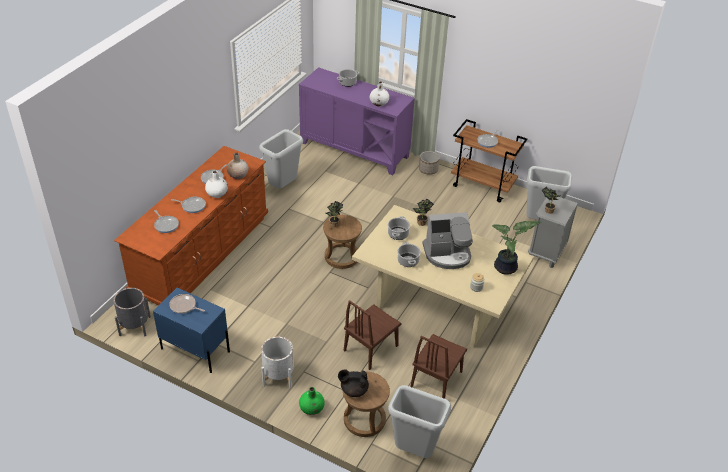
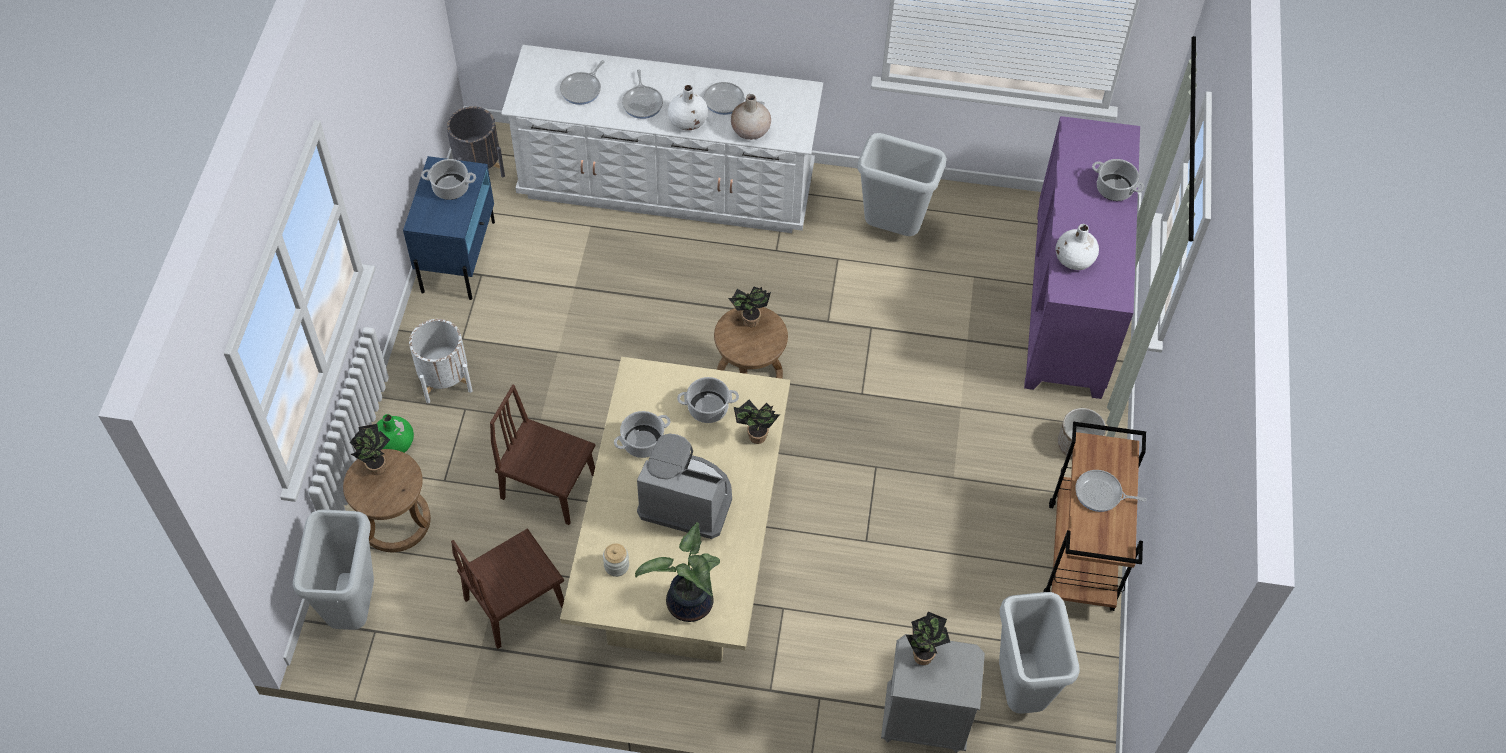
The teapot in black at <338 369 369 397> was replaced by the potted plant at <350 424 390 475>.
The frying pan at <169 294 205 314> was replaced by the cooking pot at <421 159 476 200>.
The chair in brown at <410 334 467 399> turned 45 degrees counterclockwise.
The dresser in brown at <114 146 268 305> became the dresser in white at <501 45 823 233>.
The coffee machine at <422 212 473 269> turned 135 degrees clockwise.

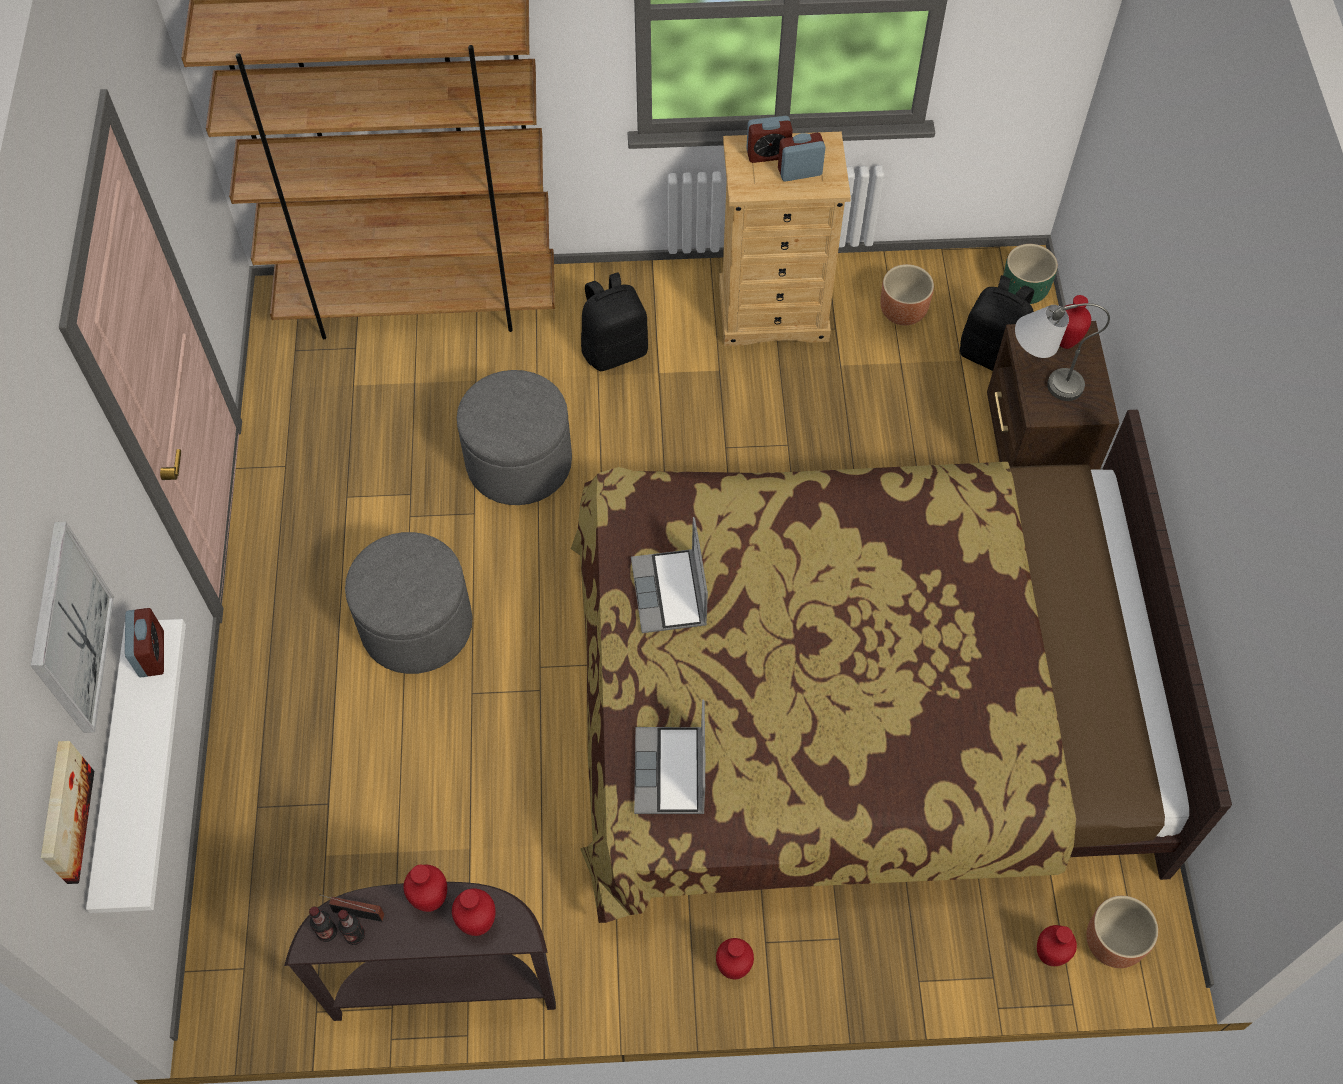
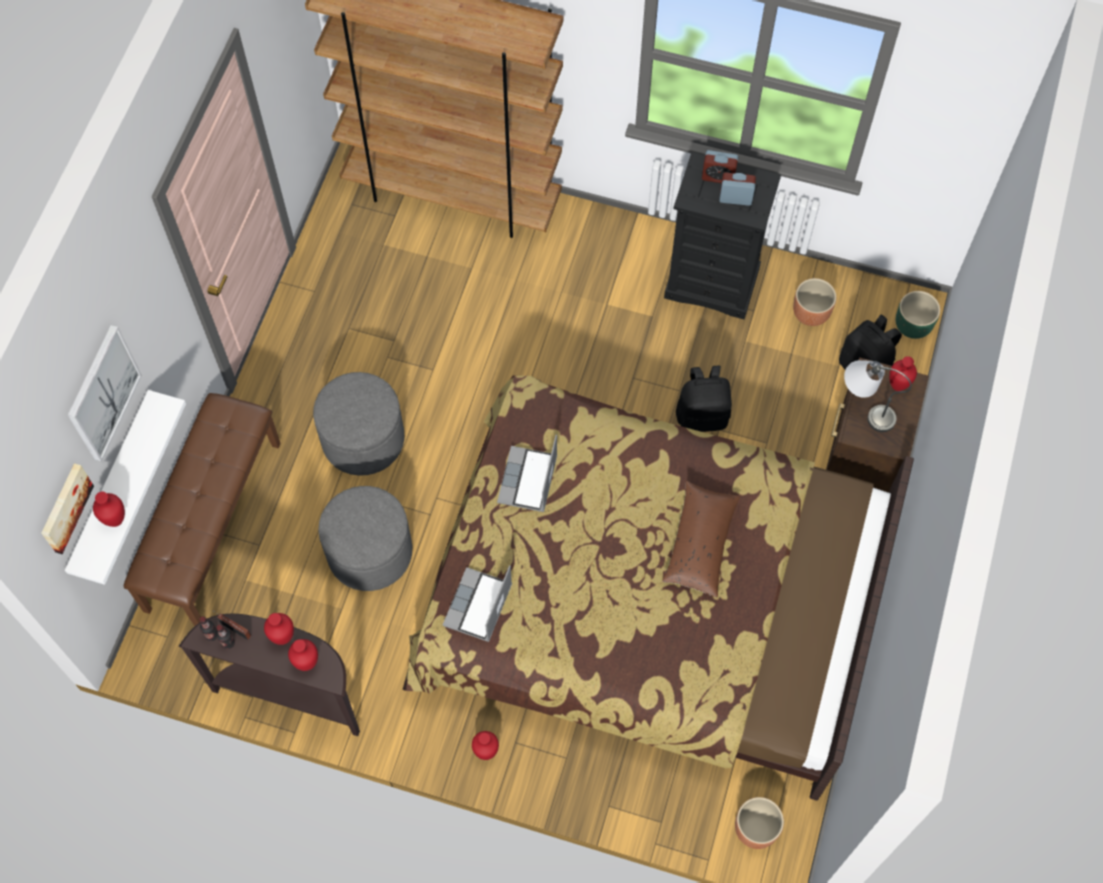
The vase in red moved from <1037 925 1077 966> to <93 492 125 527>.
The bench in brown at <124 393 281 626> appeared.
The ottoman in grey moved from <457 370 572 505> to <318 486 412 591>.
The pillow in brown at <662 480 740 597> appeared.
The dresser in beige at <719 132 851 346> became the dresser in black at <664 152 781 320>.
The backpack in black moved from <581 272 648 371> to <676 365 732 432>.
The alarm clock at <125 608 164 677> disappeared.

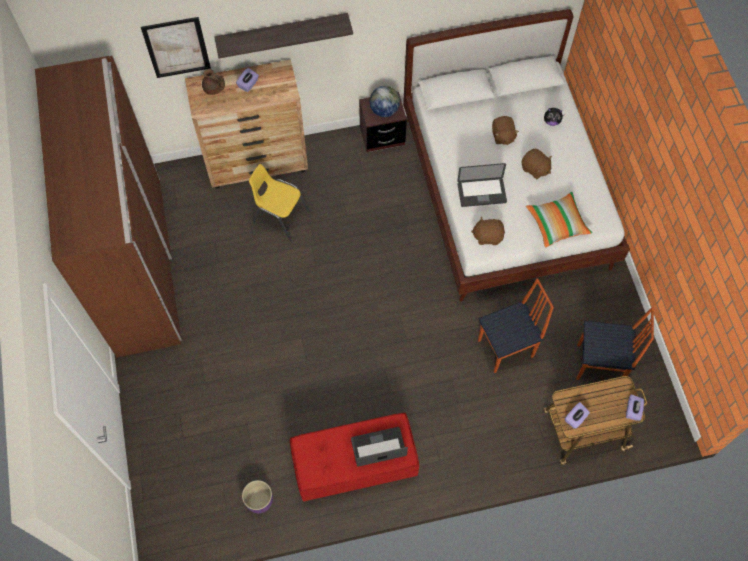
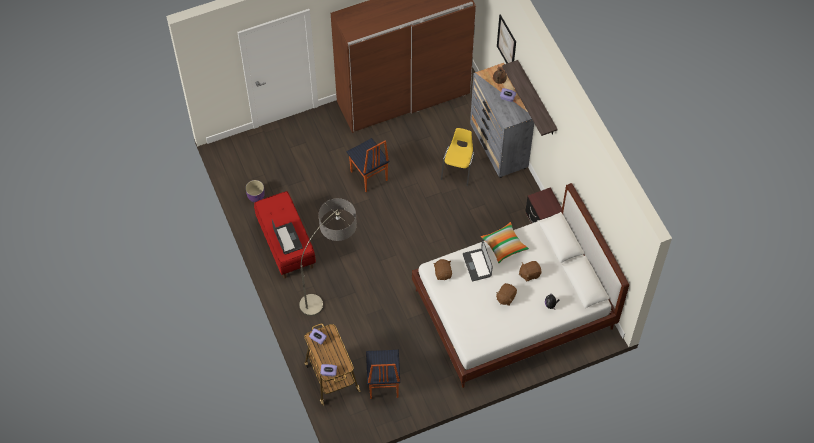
The floor lamp at <299 198 357 316> appeared.
The chair moved from <478 278 554 373> to <346 138 389 192>.
The dresser in brown at <185 59 308 189> became the dresser in grey at <470 63 534 178>.
The pillow moved from <526 192 592 248> to <481 222 529 263>.
The globe at <369 86 400 117> disappeared.

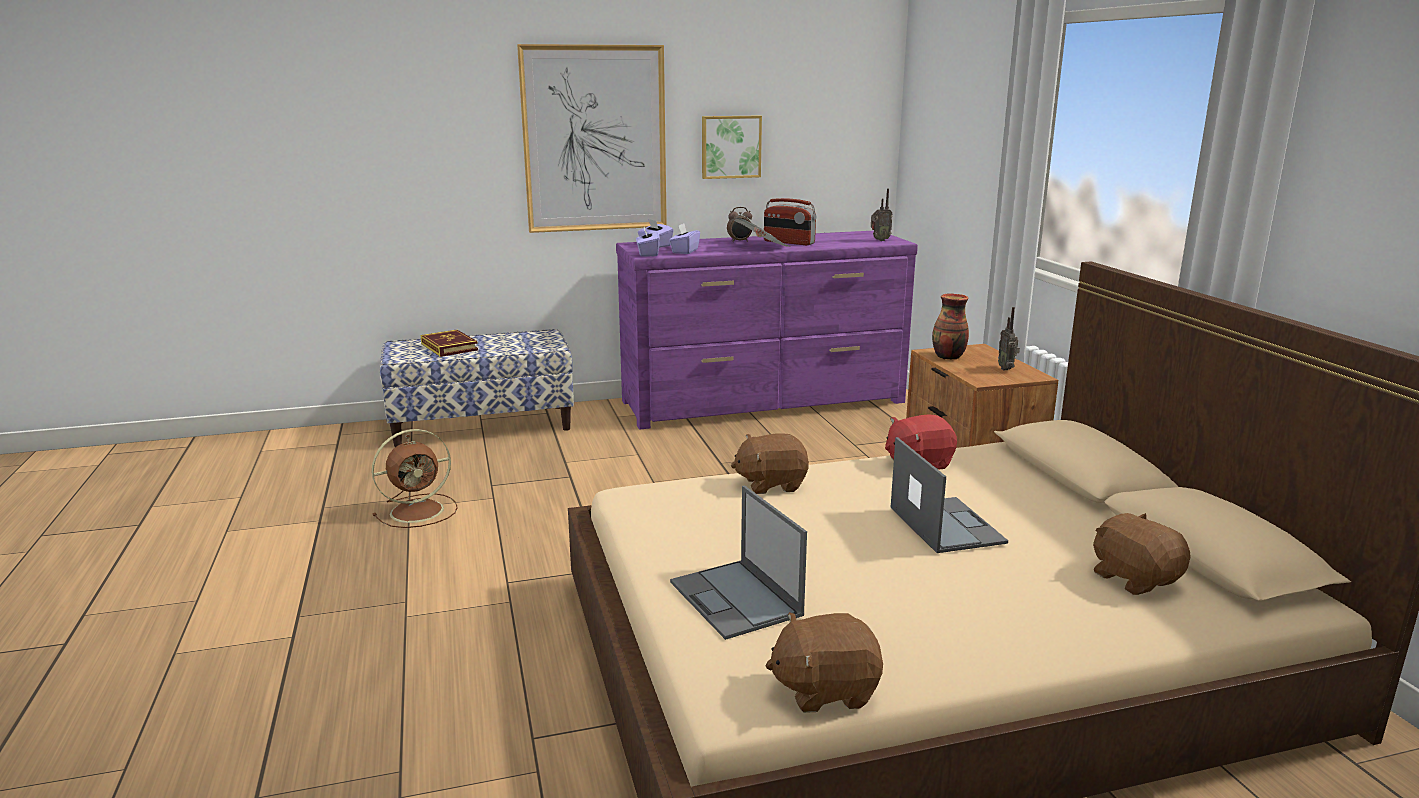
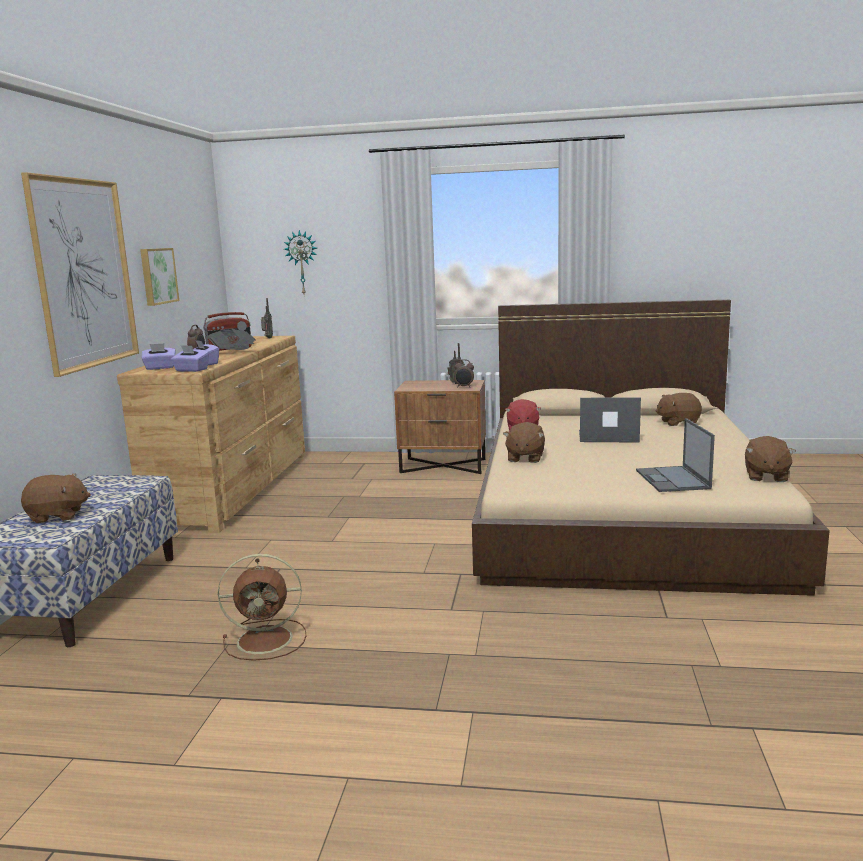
The book at <421 330 478 357> was replaced by the plush toy in brown at <21 474 91 523>.
The dresser in purple at <616 231 918 429> became the dresser in brown at <117 336 305 533>.
The fan in brown at <372 429 458 528> turned 90 degrees clockwise.
The wall clock at <284 230 317 294> appeared.
The alarm clock at <454 359 474 387> appeared.
The laptop at <670 485 807 640> turned 90 degrees clockwise.
The vase at <932 294 969 360> disappeared.

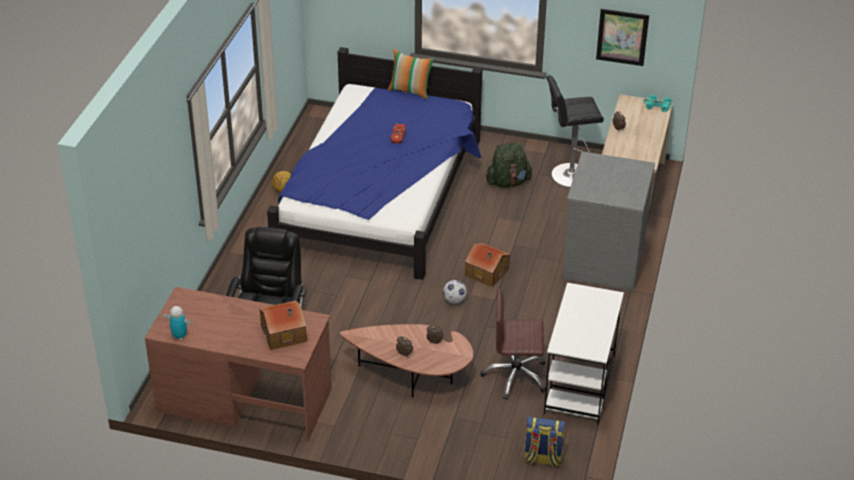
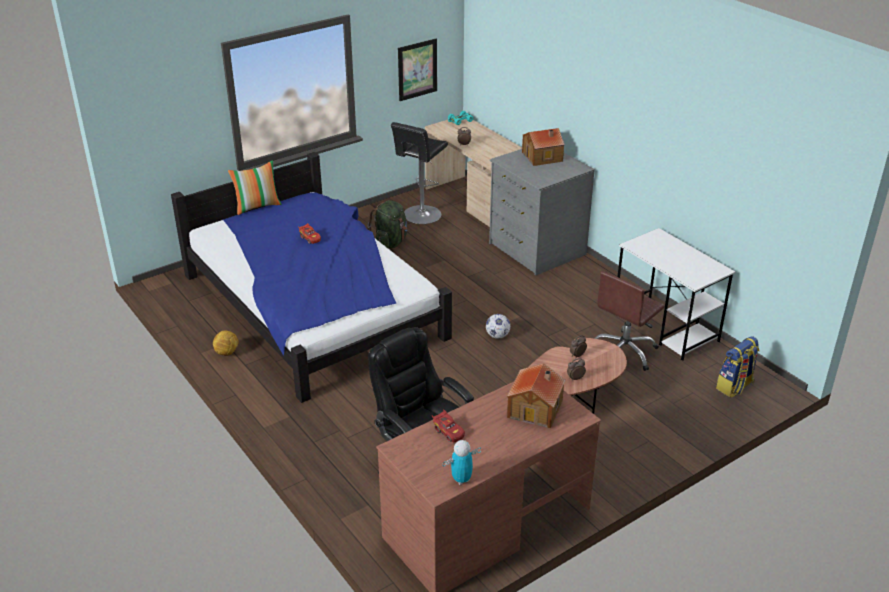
The toy car in red at <432 409 465 442> appeared.
The toy house moved from <465 243 510 287> to <522 128 565 166>.

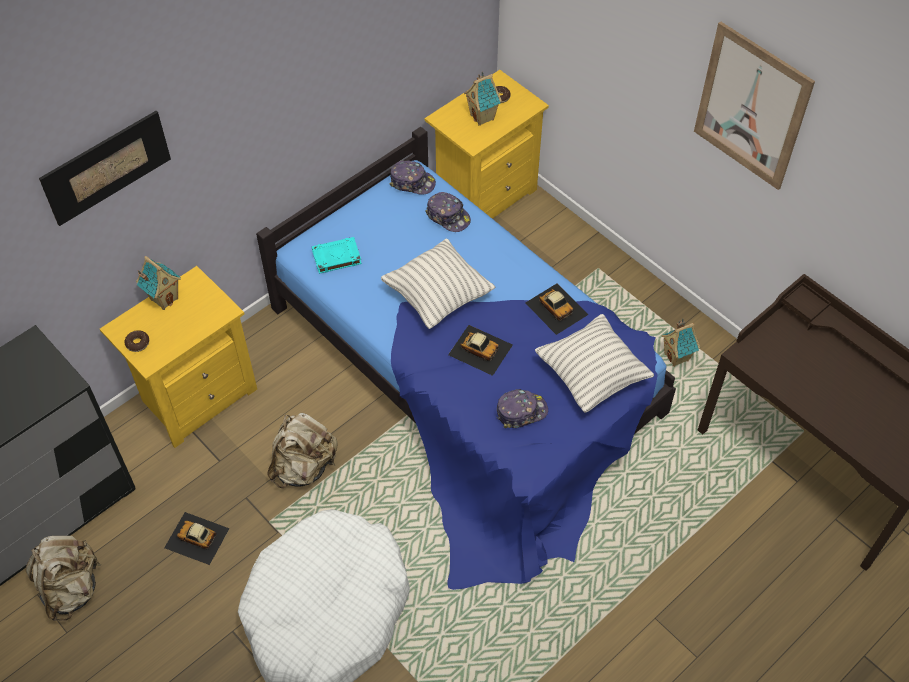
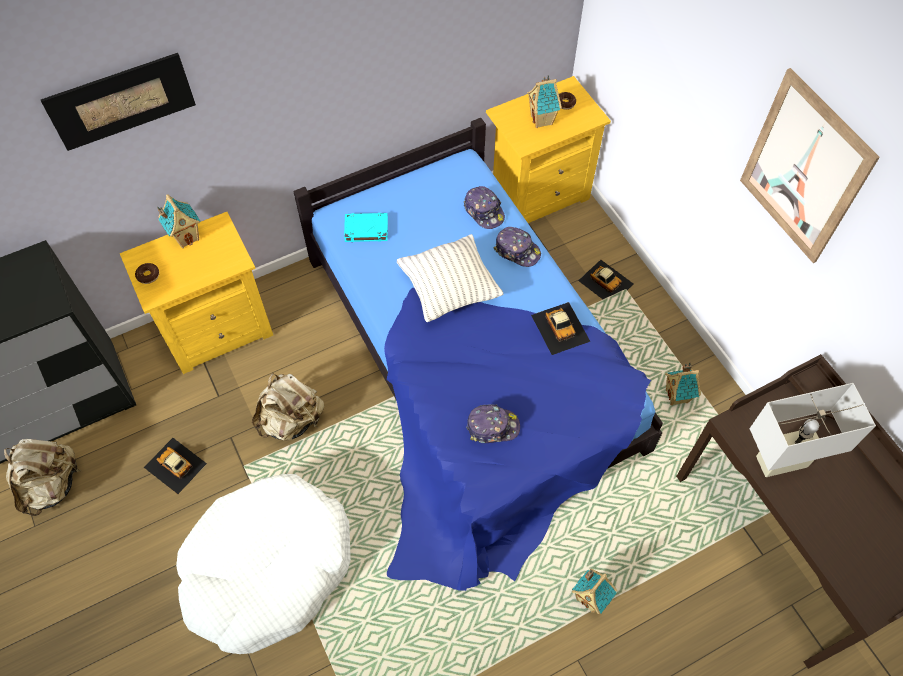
The cap moved from <390 160 436 195> to <494 227 541 267>.
The toy house at <572 568 617 614> appeared.
The toy car moved from <448 325 513 376> to <578 260 633 299>.
The table lamp in white at <749 383 876 477> appeared.
The pillow at <535 314 654 413> disappeared.

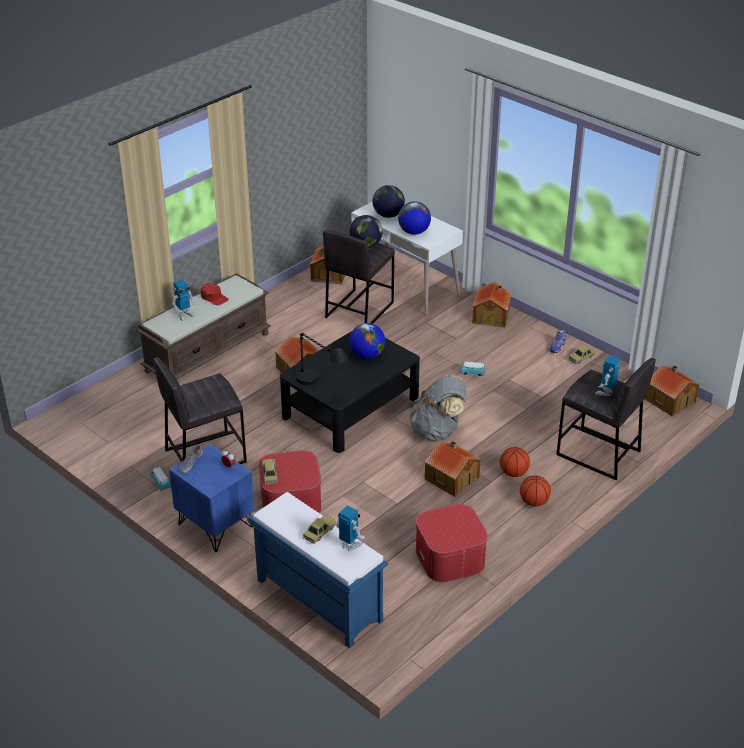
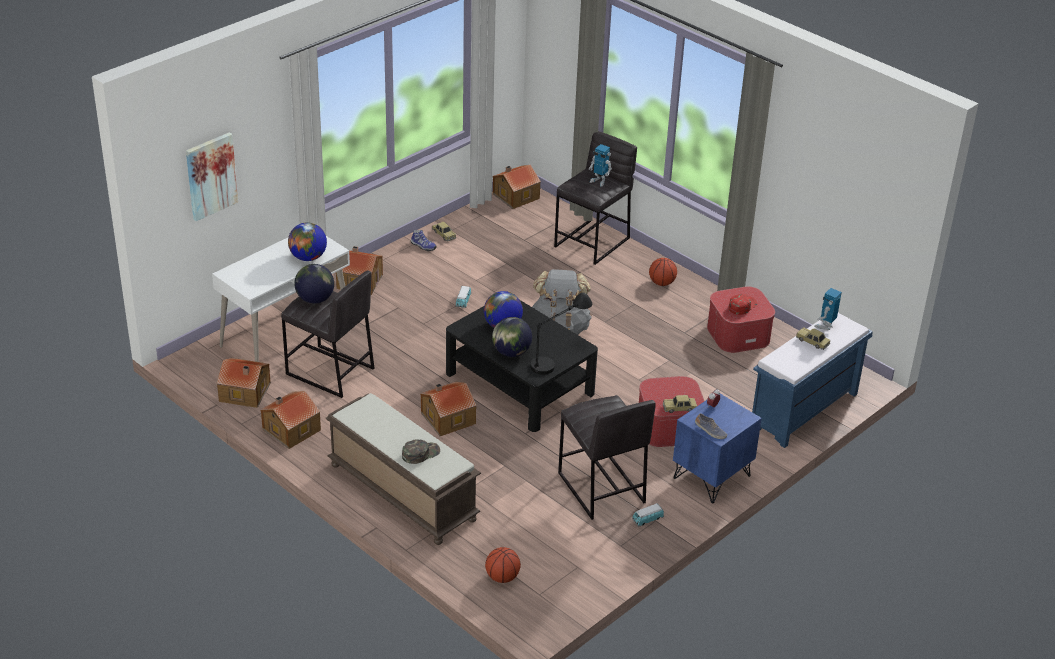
The picture at <186 132 238 221> appeared.
The toy house moved from <425 441 481 497> to <260 391 321 449>.
The toy robot at <172 279 195 321> was replaced by the cap in green at <402 439 440 464>.
The basketball moved from <500 447 530 477> to <485 547 521 583>.
The globe moved from <372 185 405 218> to <492 317 532 357>.
The cap in red moved from <201 283 229 305> to <729 294 757 315>.

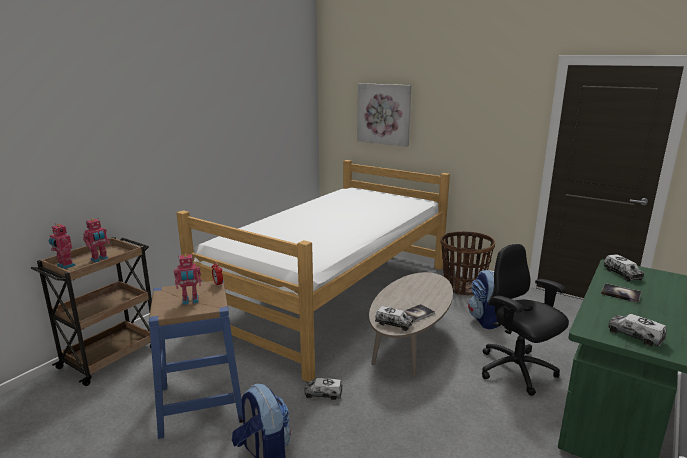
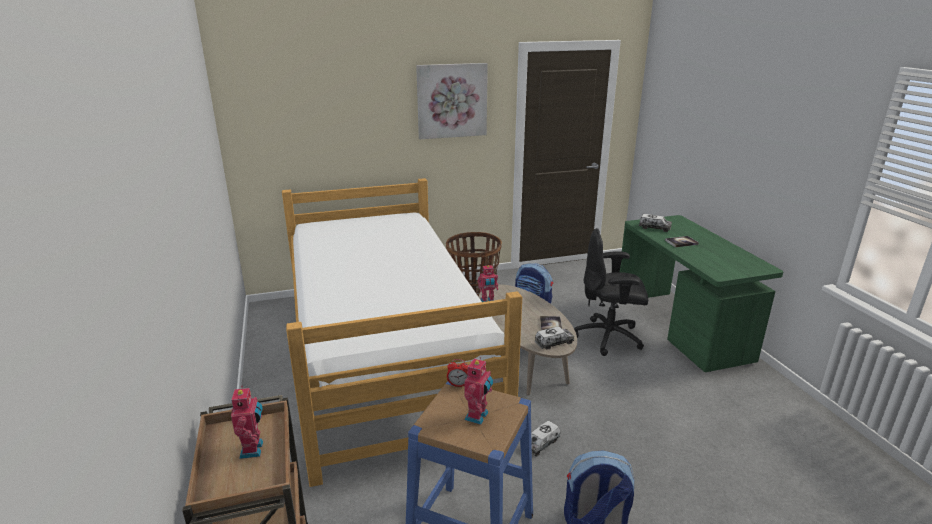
The picture moved from <357 83 411 147> to <416 63 488 139>.
The toy robot moved from <49 223 76 269> to <478 265 498 302>.
The toy truck at <608 314 667 347> disappeared.

